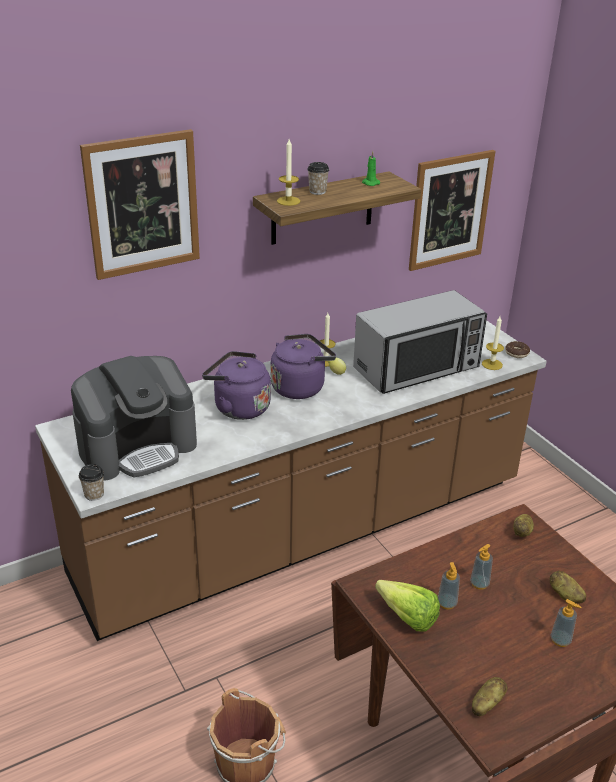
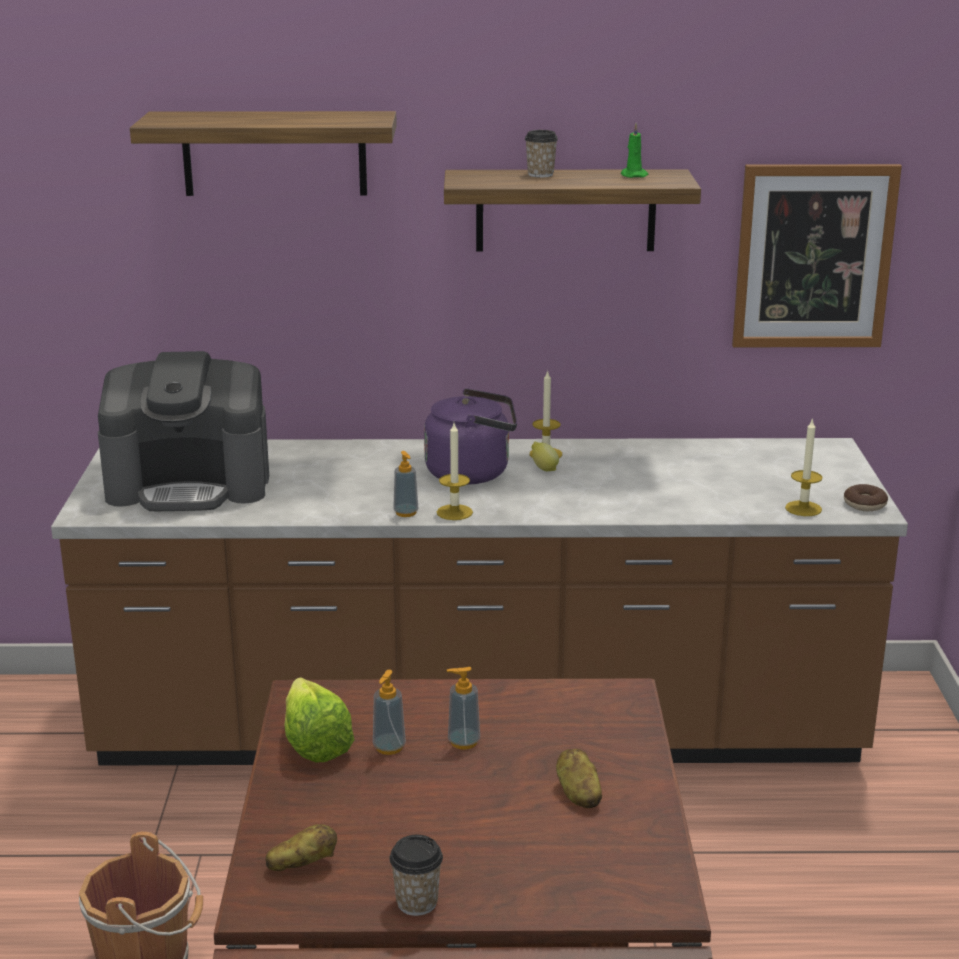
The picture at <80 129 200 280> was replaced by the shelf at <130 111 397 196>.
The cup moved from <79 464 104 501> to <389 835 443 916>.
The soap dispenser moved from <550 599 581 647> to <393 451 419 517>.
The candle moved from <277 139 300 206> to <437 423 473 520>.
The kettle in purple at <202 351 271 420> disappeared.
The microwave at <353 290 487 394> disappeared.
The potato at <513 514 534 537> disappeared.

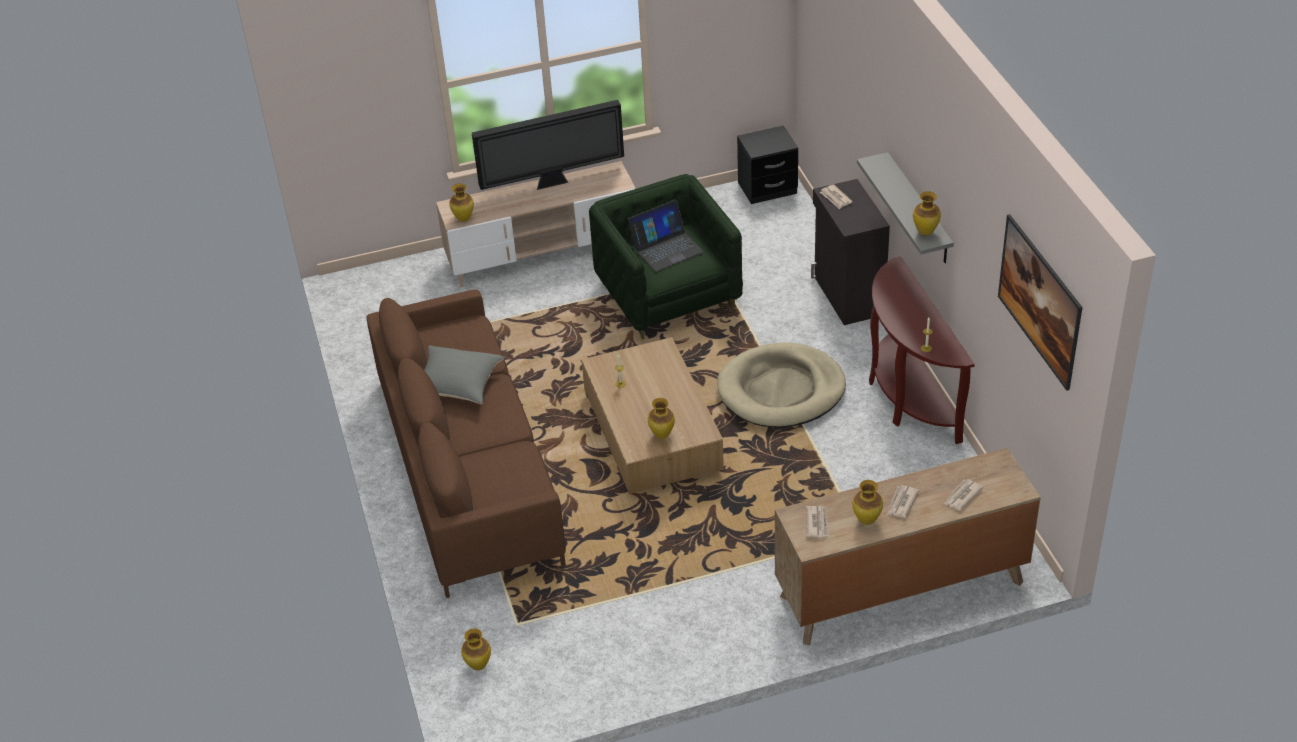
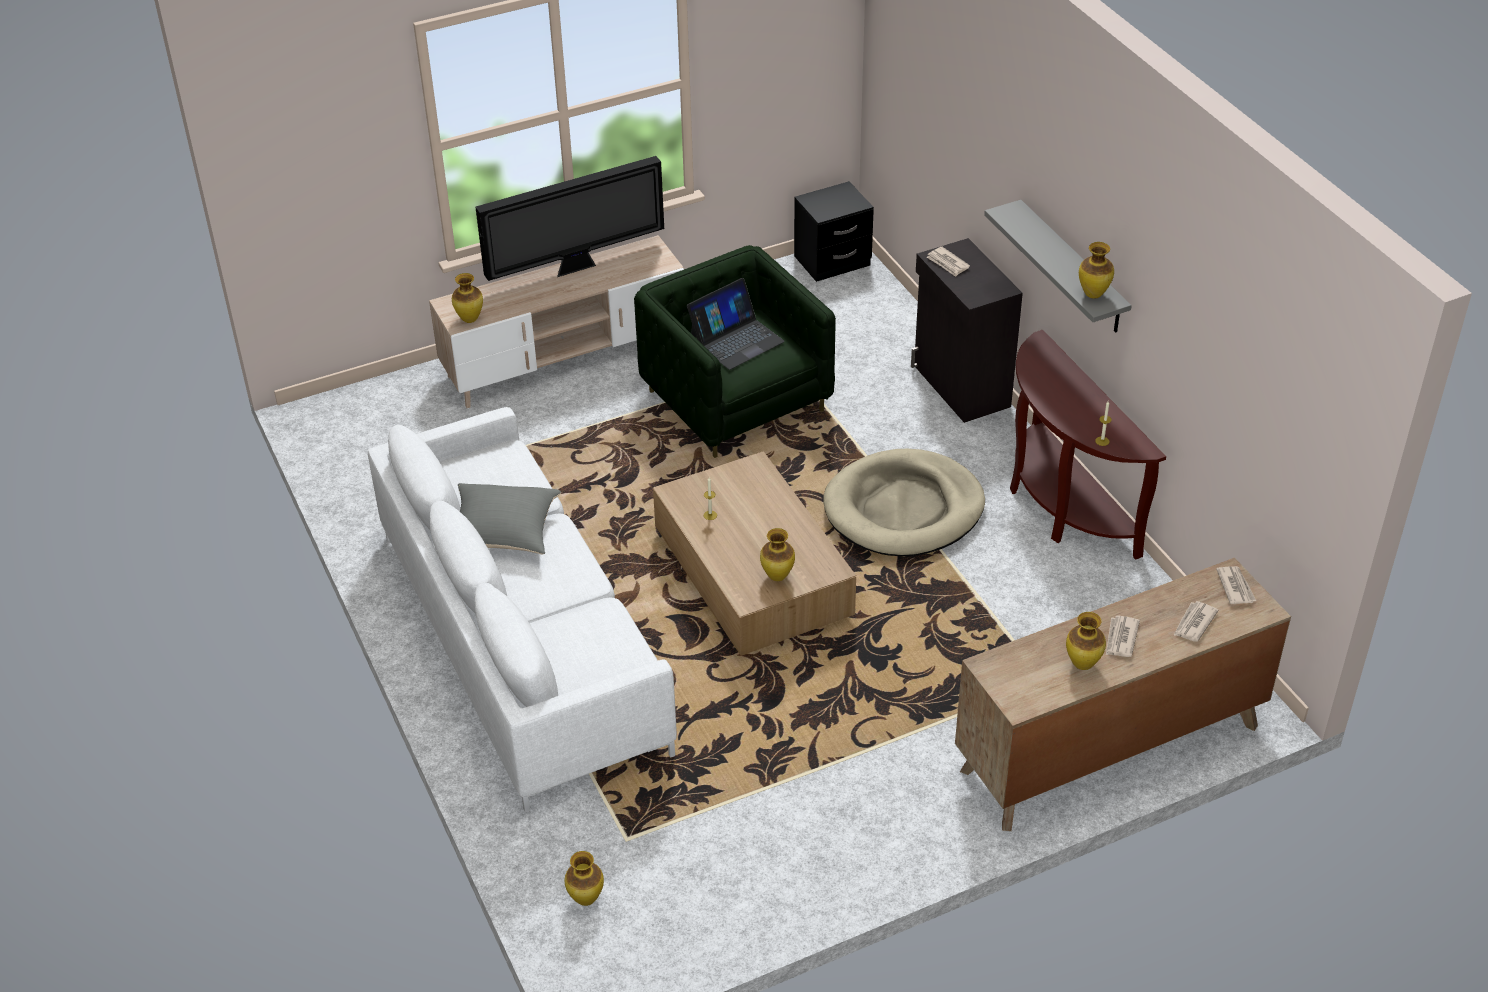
The sofa in brown at <366 289 566 598> became the sofa in white at <368 407 677 813>.
The newspaper moved from <806 506 829 537> to <1216 566 1256 604>.
The picture at <998 214 1082 391> disappeared.

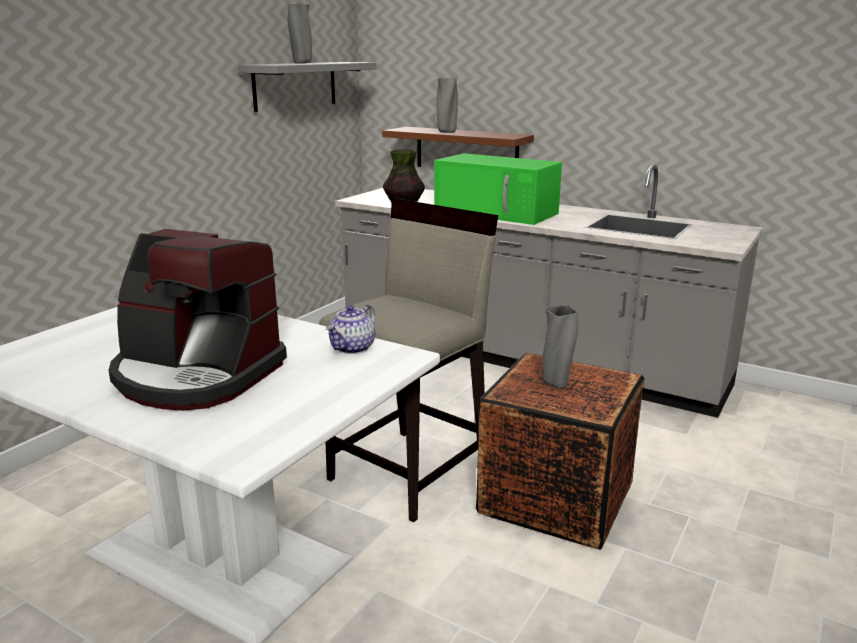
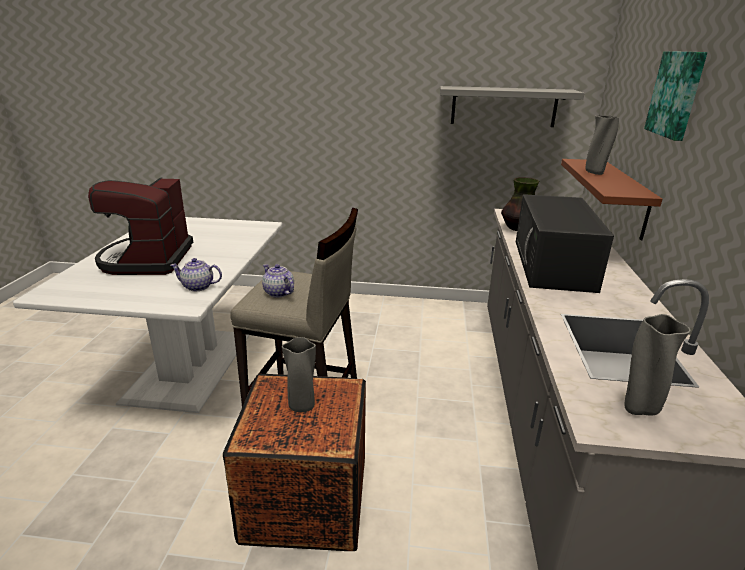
The teapot at <262 264 294 298> appeared.
The microwave in green at <434 153 562 225> became the microwave in black at <516 194 614 293>.
The vase in grey moved from <288 4 312 63> to <625 314 691 416>.
The picture at <644 51 708 141> appeared.

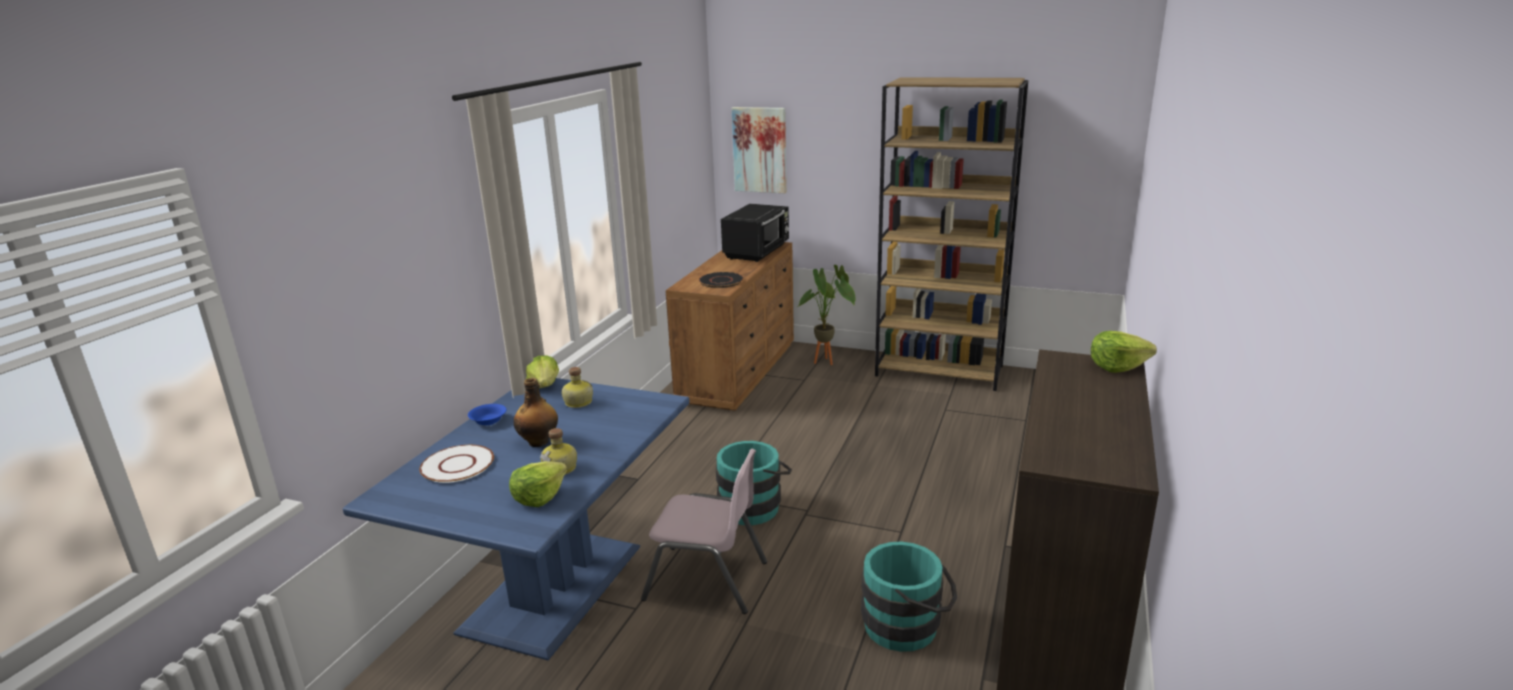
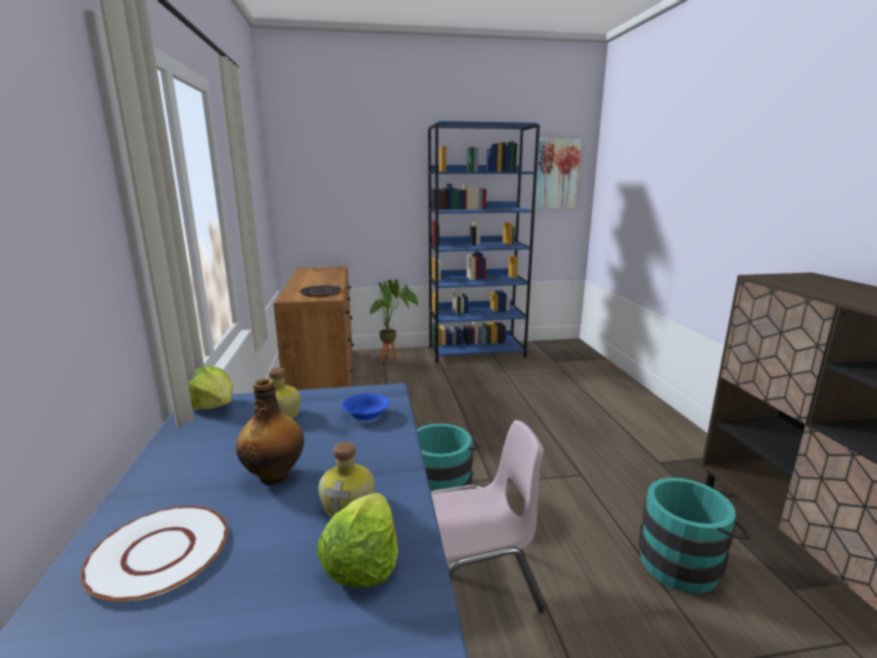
The bowl in blue moved from <468 404 507 425> to <342 393 390 420>.
The bookcase in brown at <875 77 1028 391> became the bookcase in blue at <428 121 540 363>.
The picture moved from <732 107 787 193> to <535 139 582 209>.
The microwave in black at <721 204 789 262> disappeared.
The lettuce at <1091 331 1157 373> disappeared.

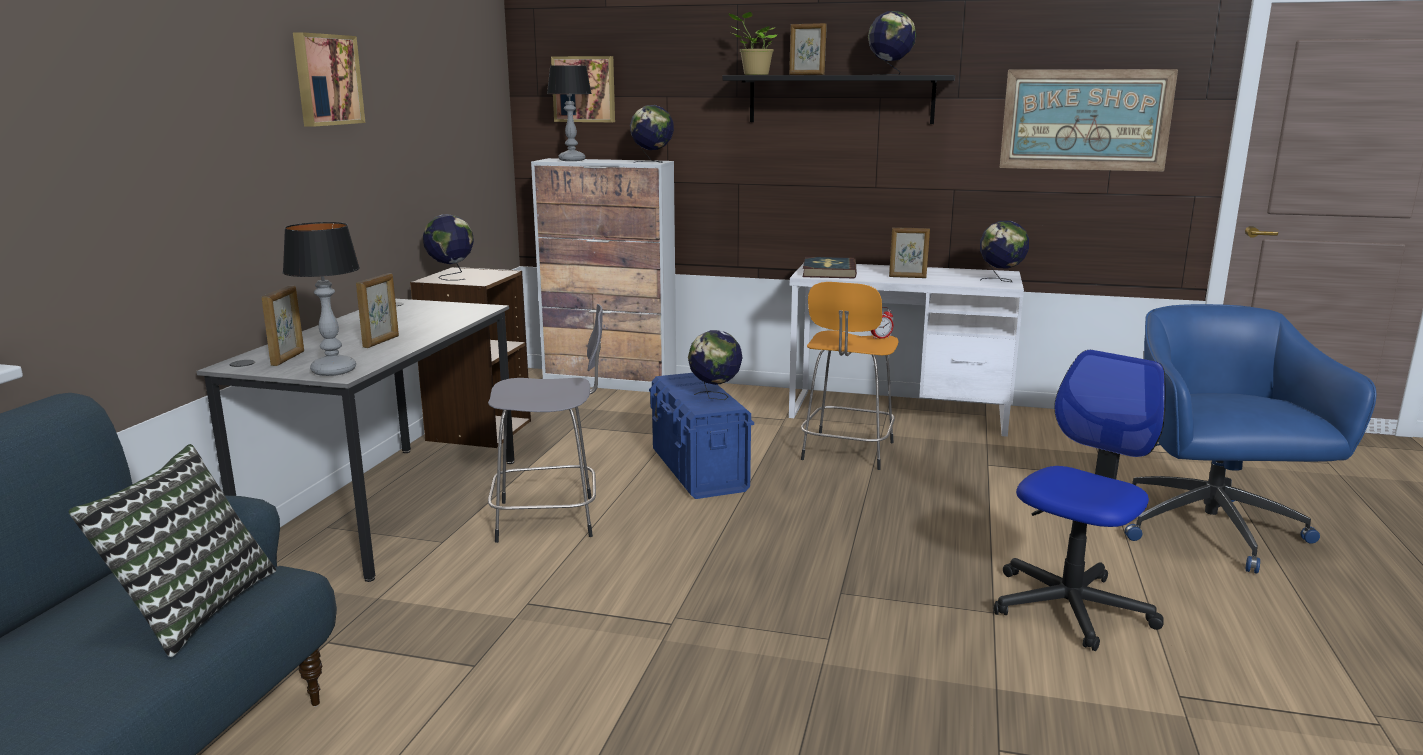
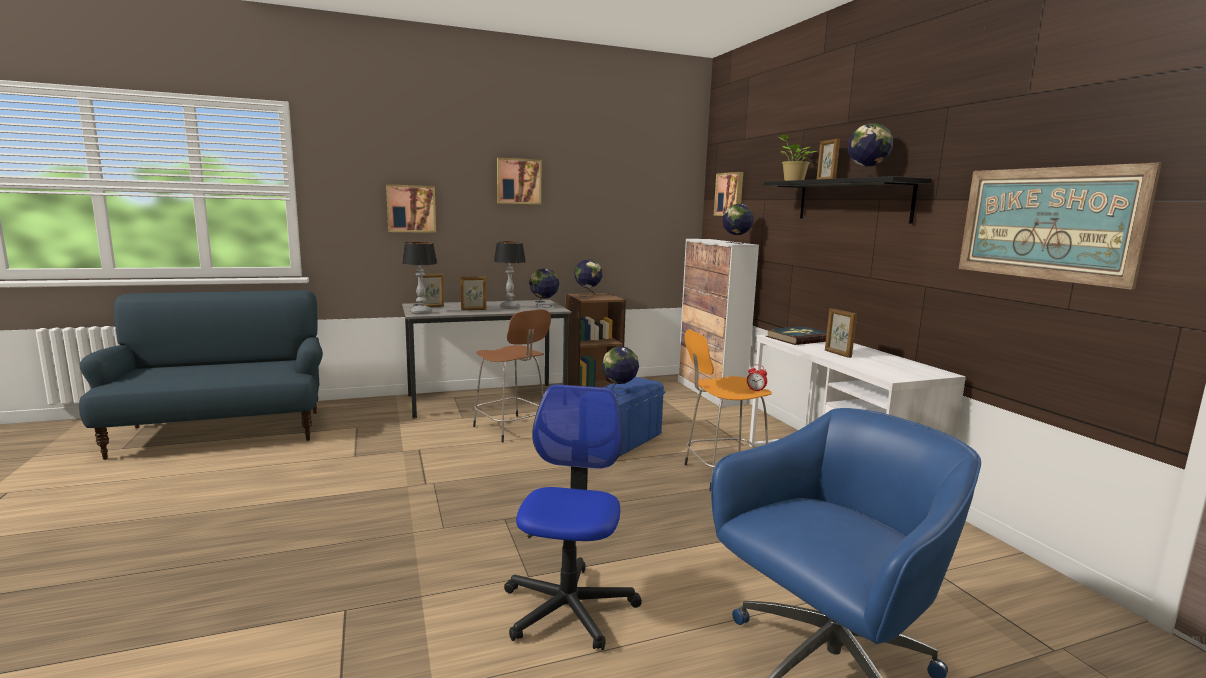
The picture at <386 184 436 233> appeared.
The stool in grey at <488 304 603 543> became the stool in brown at <473 309 551 442>.
The table lamp moved from <547 65 592 161> to <494 242 526 309>.
The office chair at <994 350 1166 651> turned 90 degrees counterclockwise.
The globe moved from <980 221 1029 282> to <529 268 559 308>.
The pillow at <69 444 276 657> disappeared.

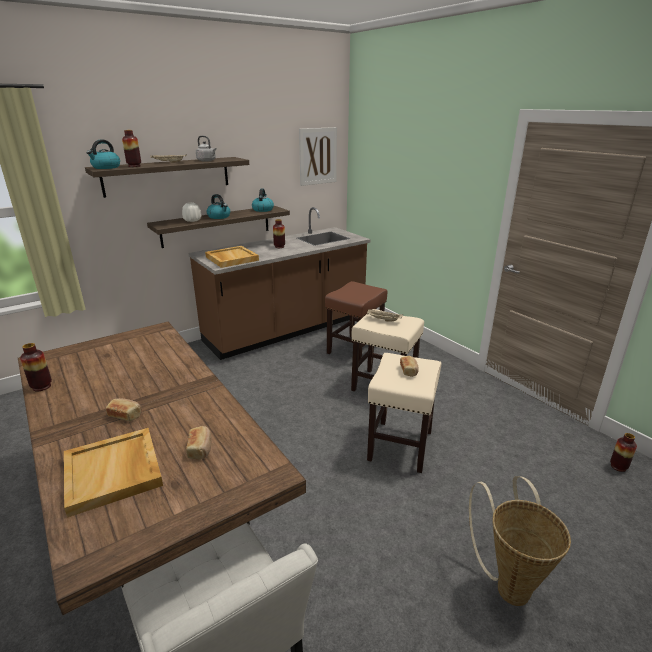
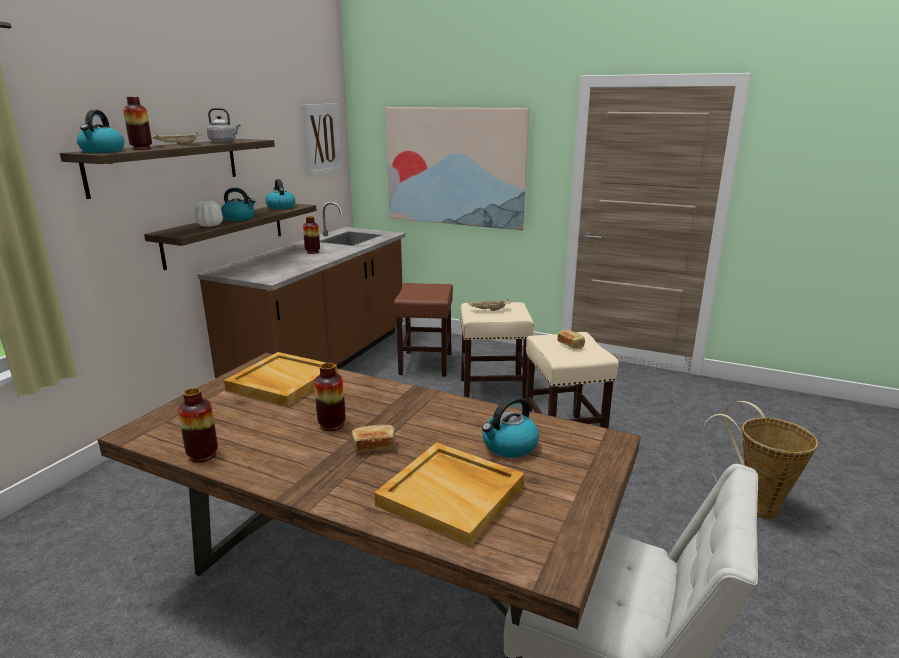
The tray in beige moved from <205 246 259 268> to <224 352 337 407>.
The vase moved from <610 433 637 472> to <314 363 346 431>.
The picture at <385 107 530 230> appeared.
The bread at <186 426 212 460> was replaced by the kettle at <482 396 539 458>.

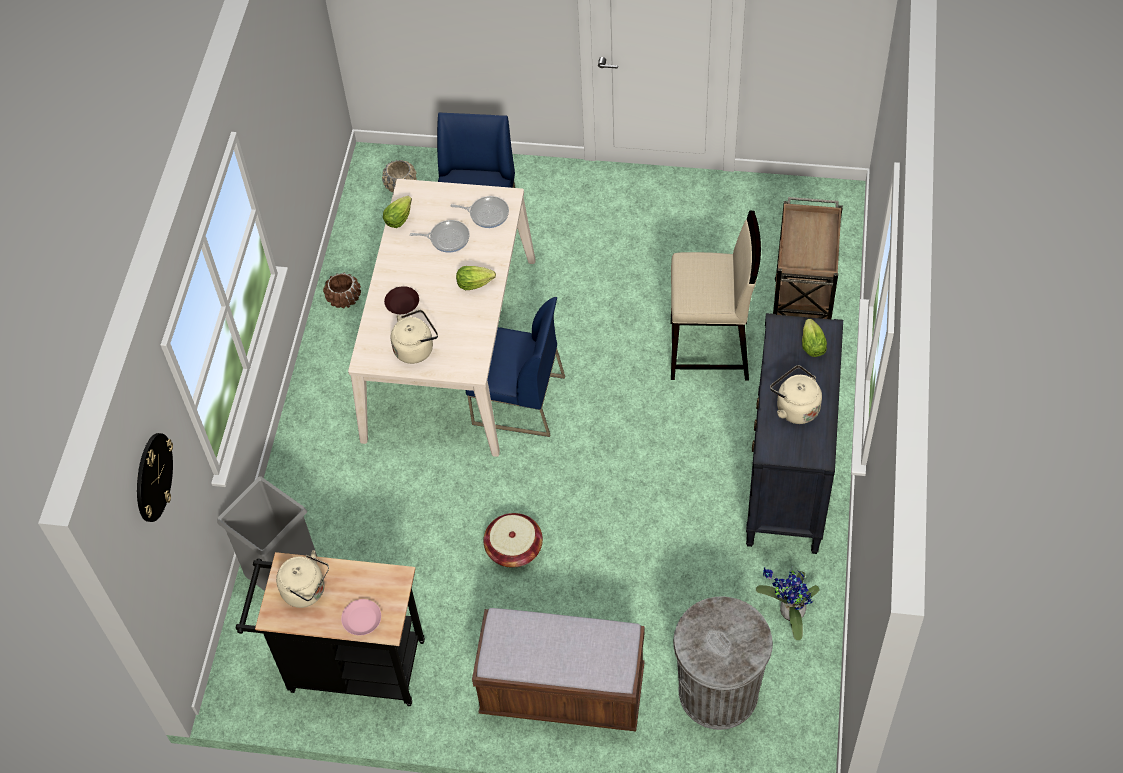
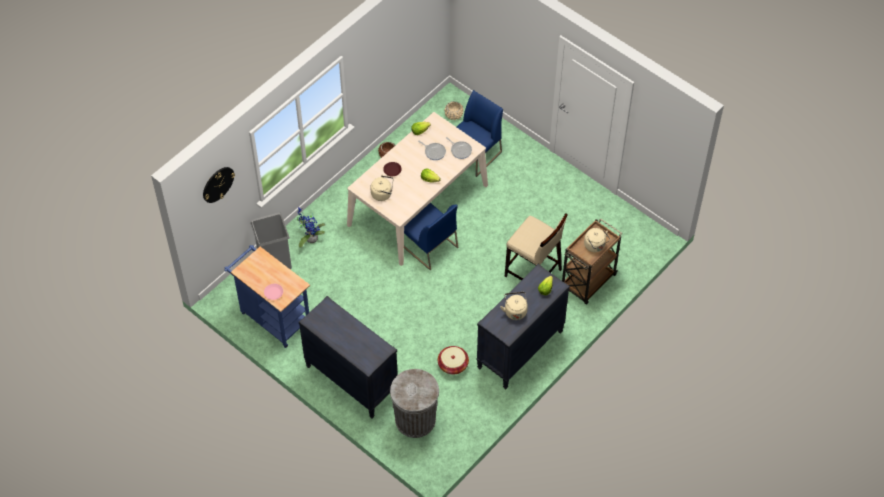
The cart in black at <235 552 425 706> became the cart in blue at <224 245 310 348>.
The potted plant moved from <756 566 820 640> to <297 208 325 248>.
The bench in brown at <472 608 645 731> was replaced by the dresser in black at <299 296 398 419>.
The basket moved from <483 513 543 568> to <438 346 469 375>.
The kettle in beige moved from <276 550 329 608> to <584 228 610 252>.

